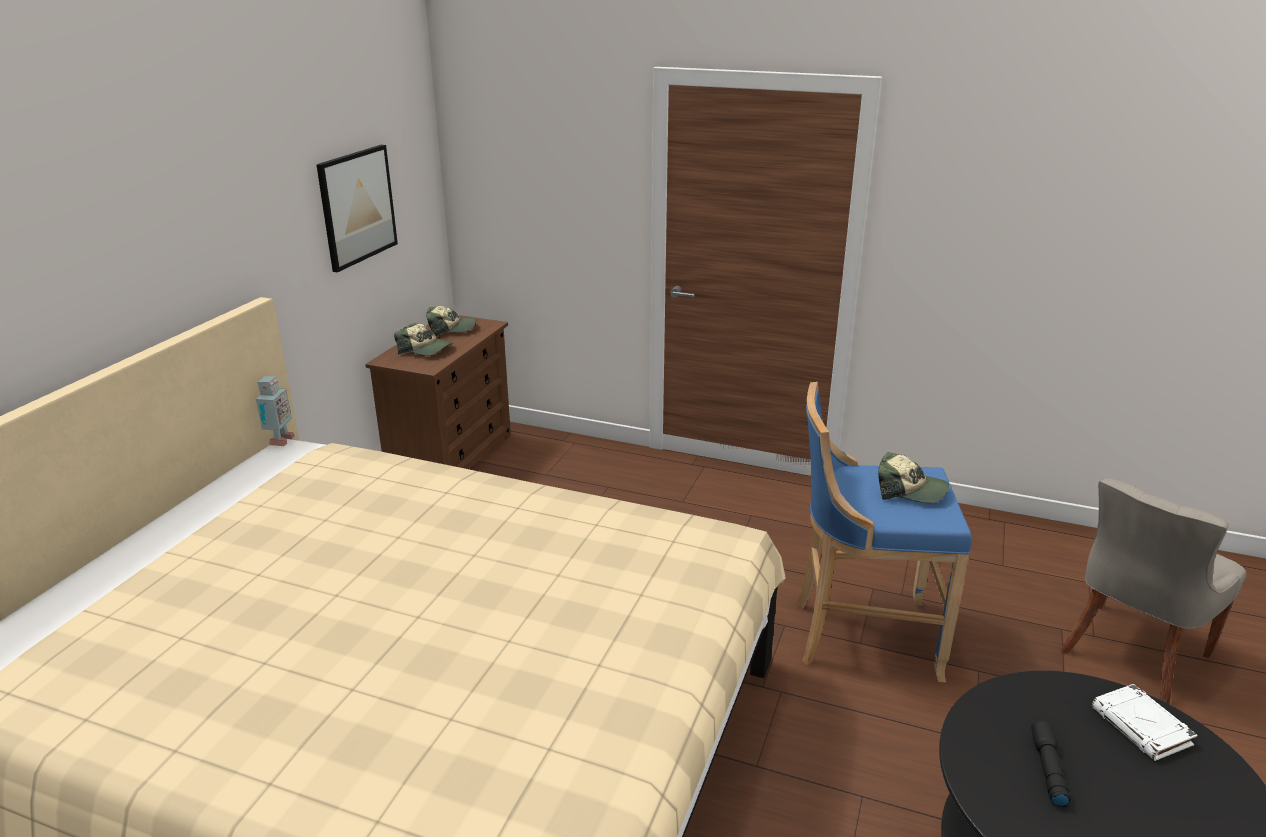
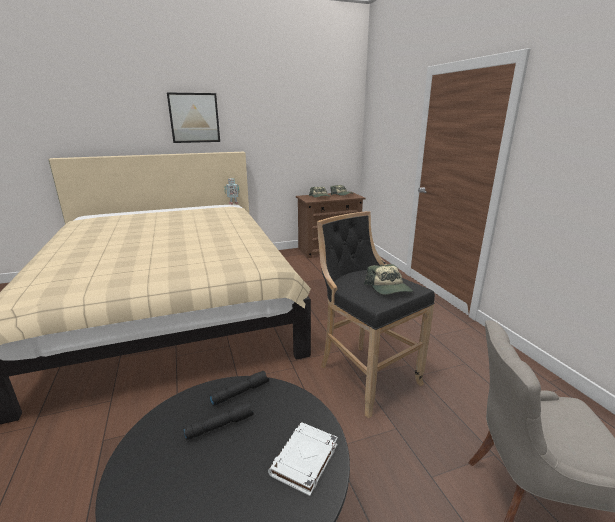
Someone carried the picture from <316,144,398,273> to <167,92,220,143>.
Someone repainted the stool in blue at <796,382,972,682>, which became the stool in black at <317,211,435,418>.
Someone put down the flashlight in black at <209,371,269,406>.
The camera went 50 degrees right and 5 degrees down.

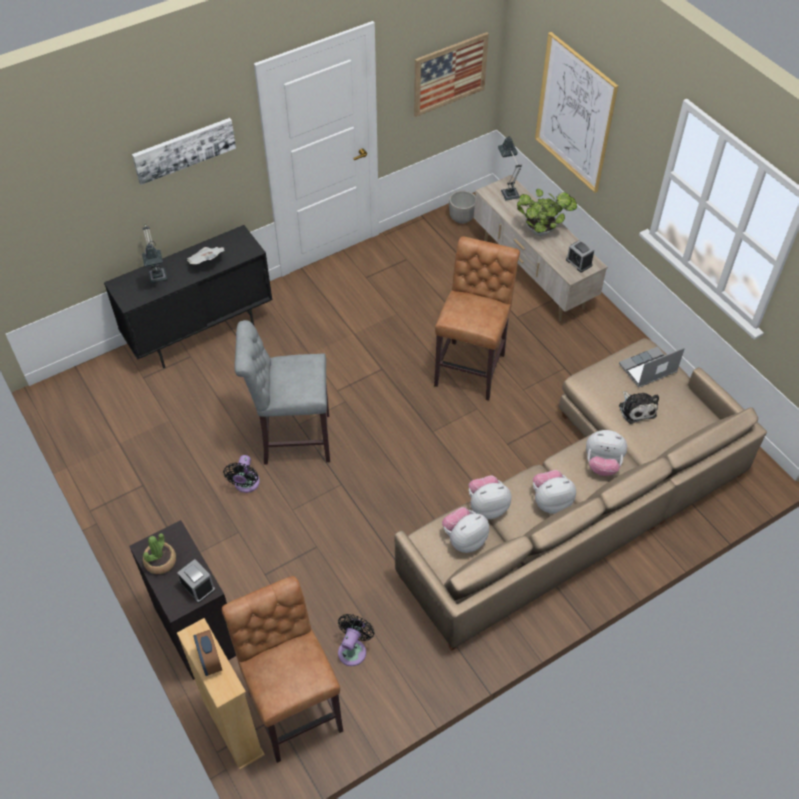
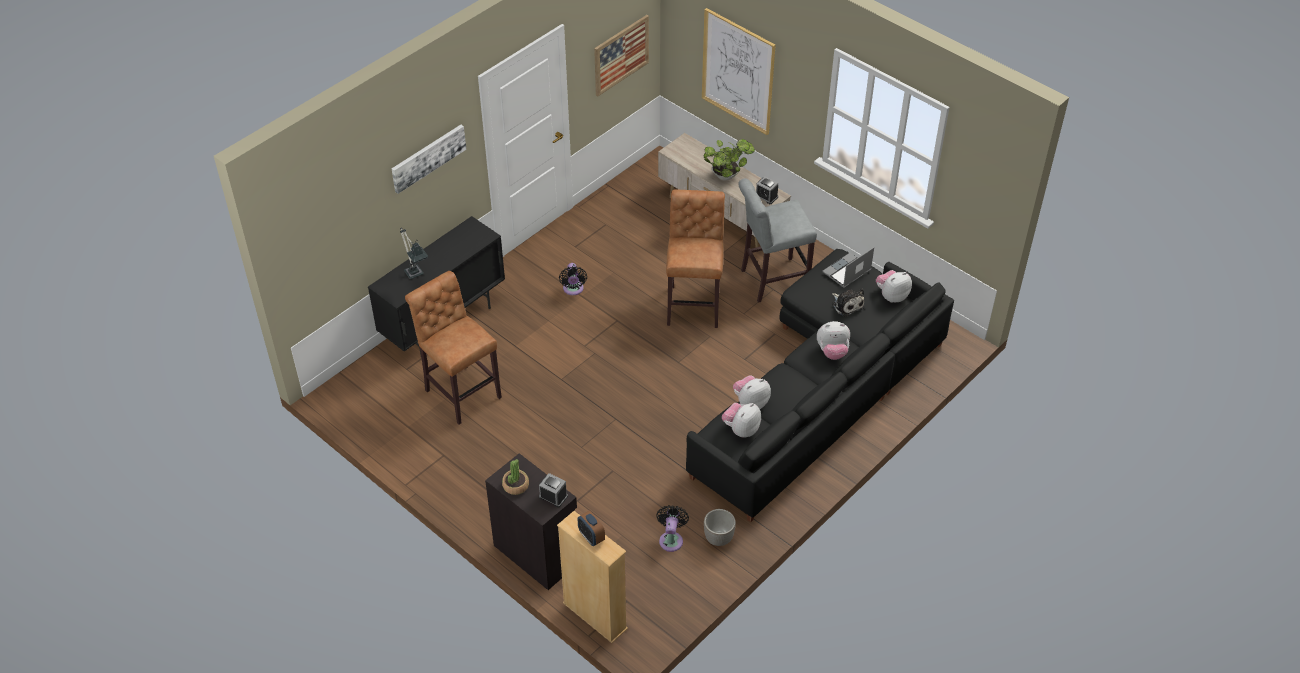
Someone took away the newspaper at <187,247,224,264>.
Someone carried the stool in brown from <222,576,343,763> to <405,271,502,425>.
Someone carried the fan in black from <223,455,260,493> to <559,263,587,295>.
Someone carried the stool in grey from <234,320,330,465> to <739,178,817,303>.
Someone repainted the sofa in beige at <394,338,767,650>, which became the sofa in black at <686,249,954,523>.
Someone carried the planter from <449,190,475,224> to <704,509,736,546>.
Someone took away the table lamp at <498,137,522,200>.
Someone carried the plush toy from <533,470,576,514> to <876,270,912,303>.
The camera went 15 degrees left and 5 degrees down.

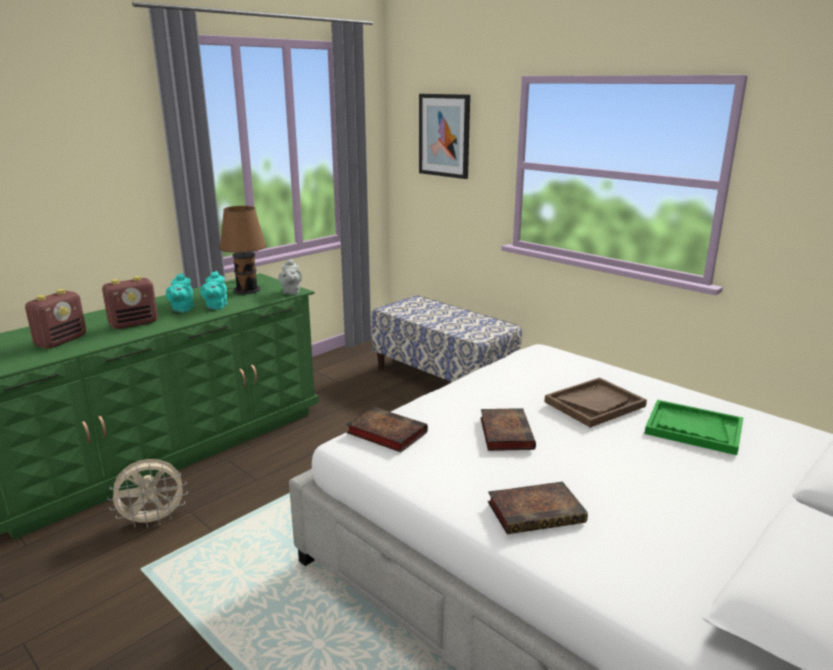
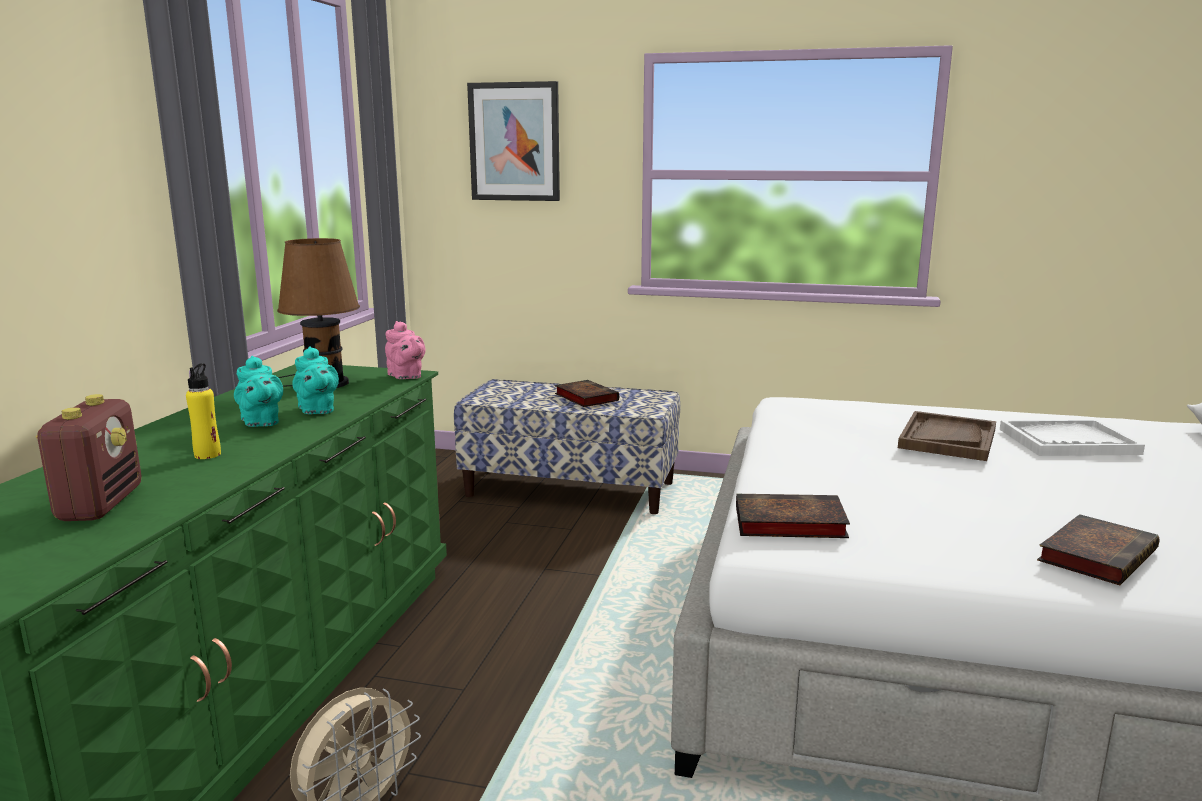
Someone swapped the radio at <102,276,158,329> for the bottle in yellow at <186,363,221,459>.
Someone repainted the teapot in grey at <278,258,302,295>, which became the teapot in pink at <385,321,425,379>.
Someone carried the book from <480,408,536,451> to <555,380,619,407>.
Someone repainted the tray in green at <644,400,743,455>, which became the tray in white at <1000,420,1145,456>.
The camera went 30 degrees left and 5 degrees down.

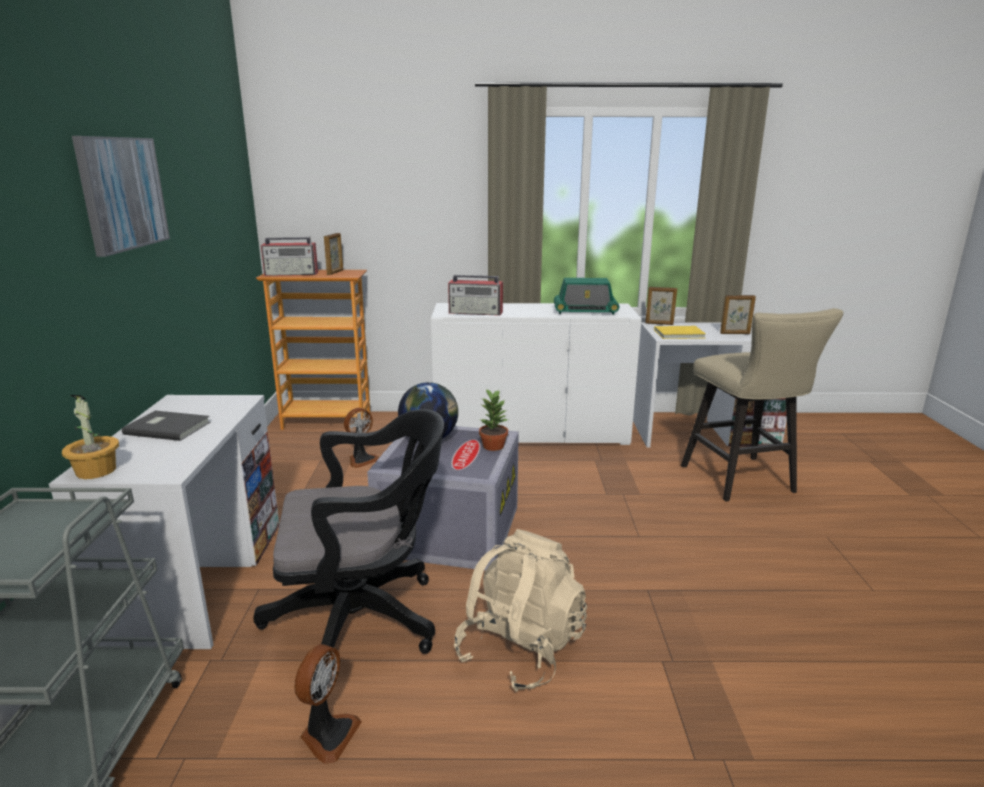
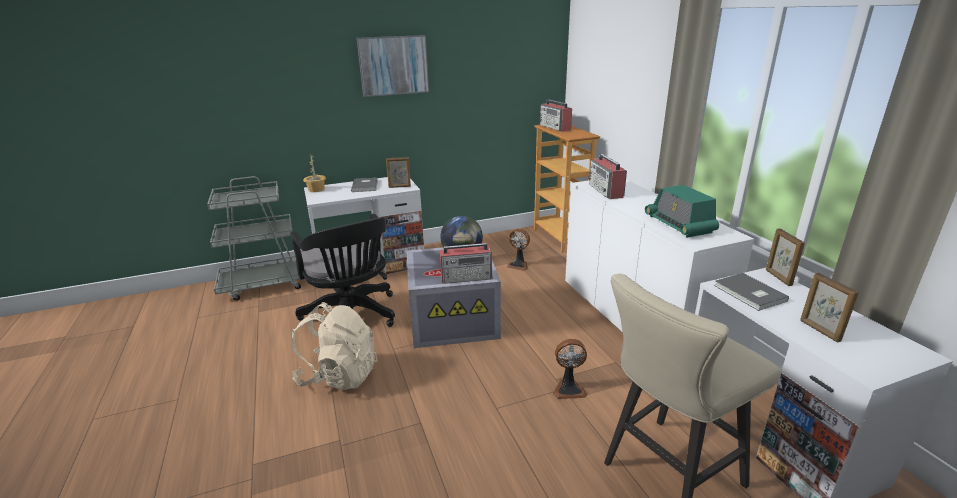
Someone carried the fan from <294,644,362,764> to <553,339,587,399>.
Someone carried the picture frame from <324,233,343,275> to <386,157,411,188>.
Someone swapped the potted plant at <479,389,510,451> for the radio at <440,243,492,284>.
Someone repainted the book in yellow at <654,326,706,339>, which became the book in grey at <714,273,789,311>.
The camera went 70 degrees right and 5 degrees up.

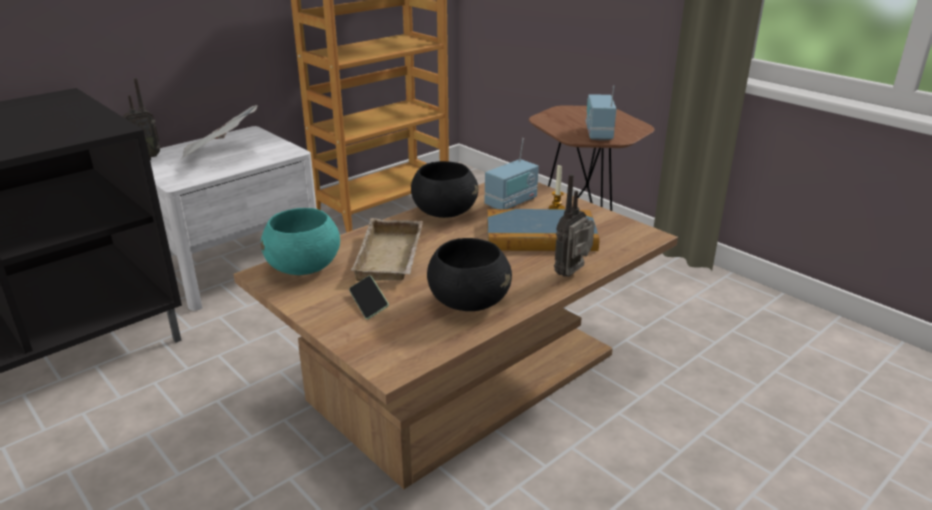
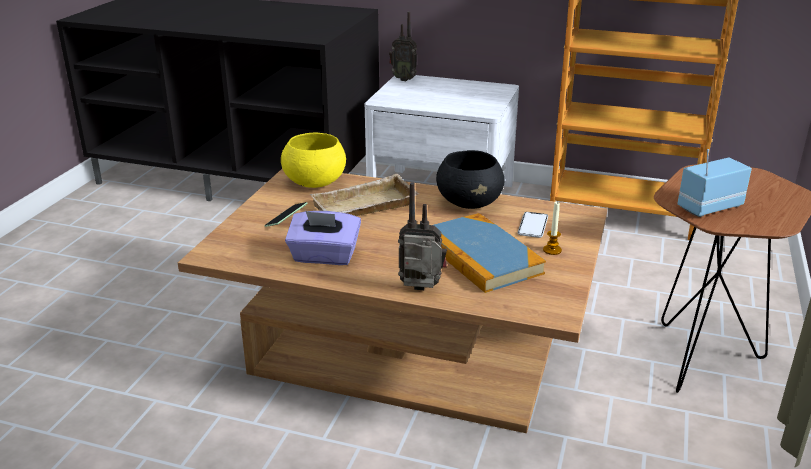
Someone took away the newspaper at <181,105,258,159>.
Someone repainted the bowl in turquoise at <261,208,340,275>, which became the bowl in yellow at <281,132,346,188>.
Someone swapped the bowl in black at <427,238,512,311> for the tissue box in purple at <285,211,361,265>.
Someone swapped the radio at <485,138,539,209> for the phone at <517,212,548,238>.
The camera went 60 degrees right and 0 degrees up.

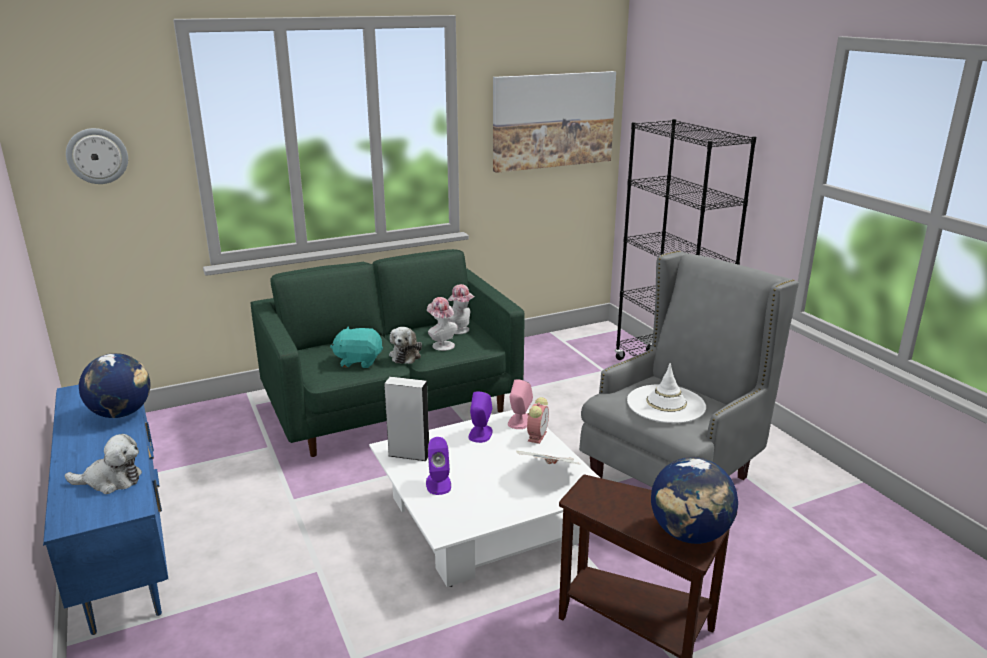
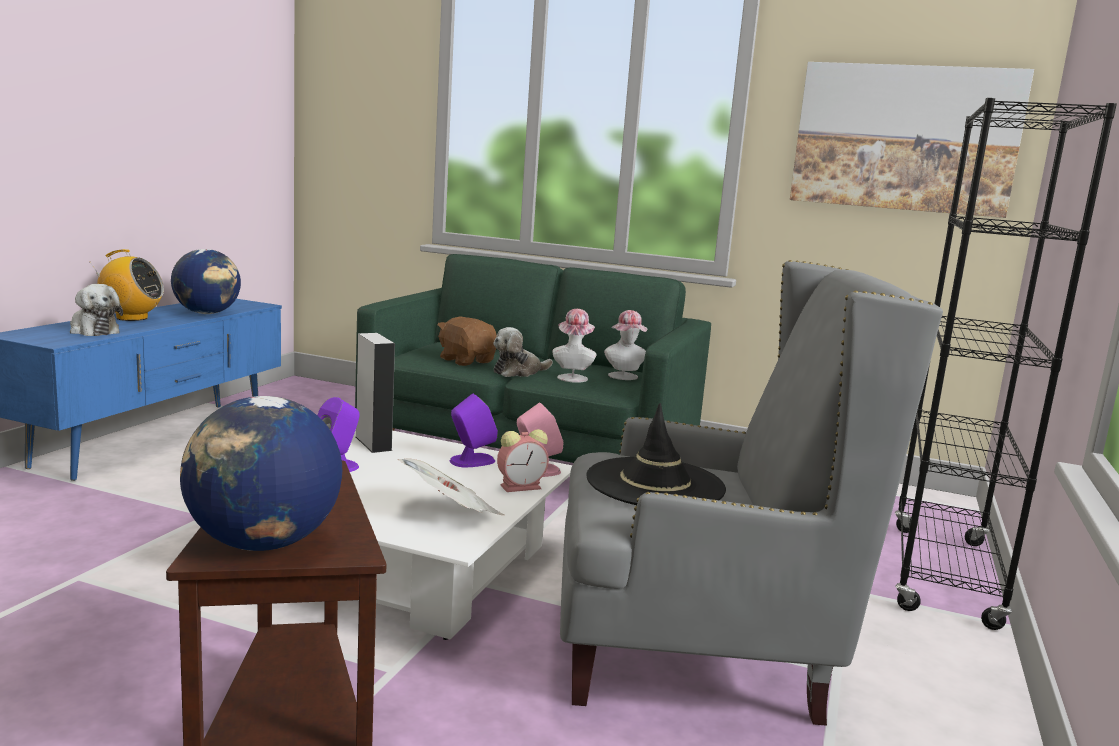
Someone took away the wall clock at <66,128,128,184>.
Someone repainted the plush toy in turquoise at <330,327,383,368>, which became the plush toy in brown at <437,316,497,366>.
Someone repainted the hat in white at <627,363,706,423>, which became the hat in black at <586,403,726,505>.
Someone put down the radio at <90,249,164,321>.
The camera went 45 degrees right and 10 degrees down.

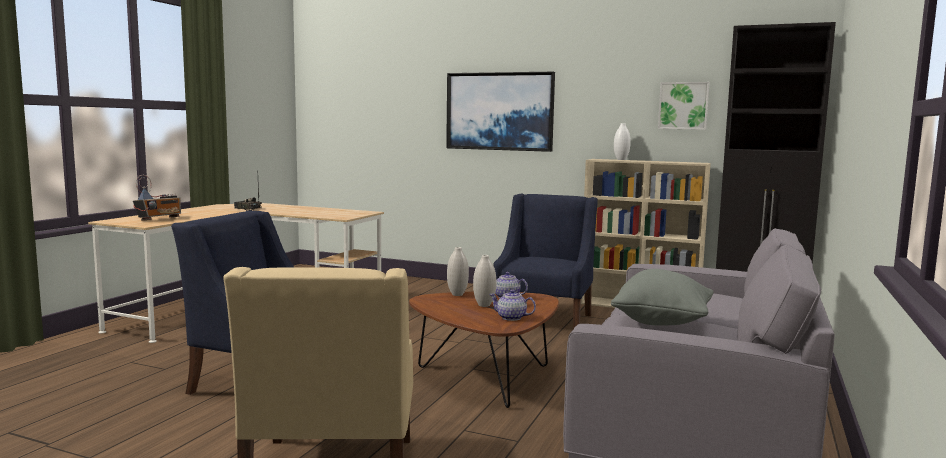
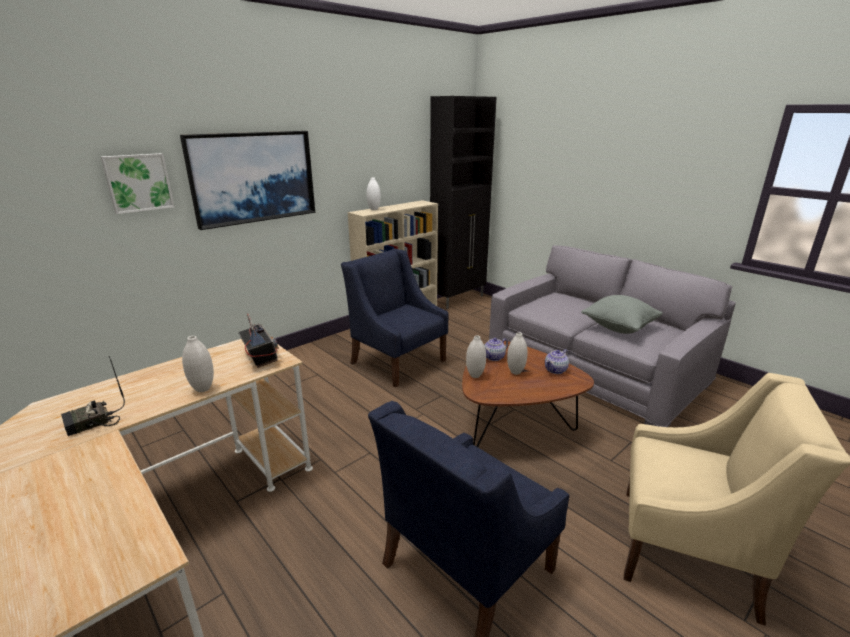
Someone carried the radio from <133,175,181,220> to <238,314,279,368>.
Someone carried the picture from <658,82,710,130> to <101,153,174,214>.
Someone put down the vase in white at <182,336,214,392>.
The camera went 65 degrees left and 15 degrees up.

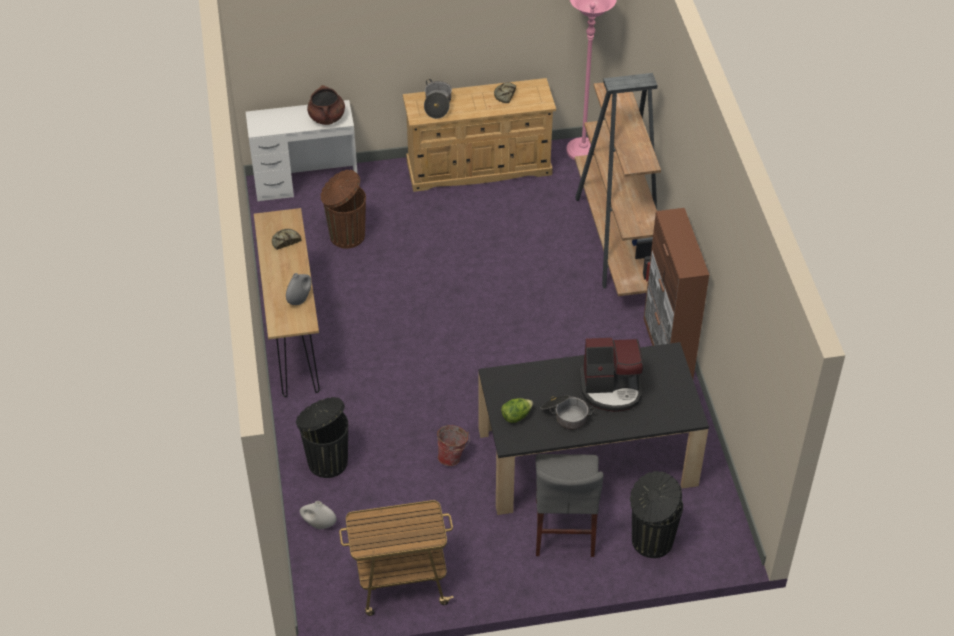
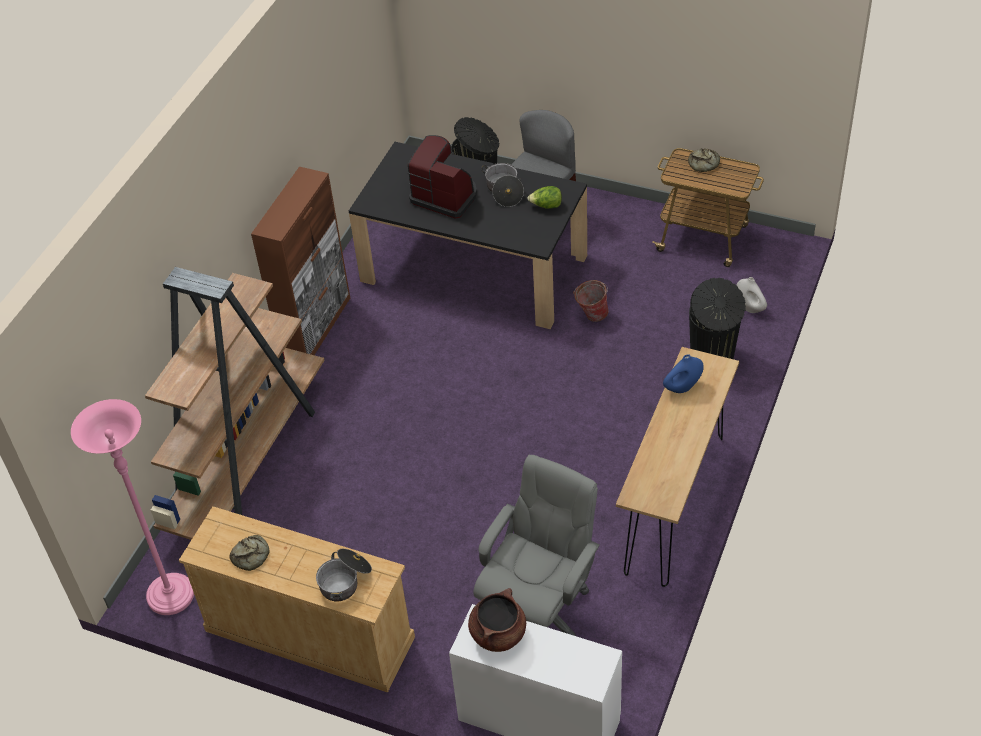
Someone carried the bread from <272,229,302,250> to <688,148,720,172>.
Someone repainted the vase in grey at <286,273,312,305>, which became the vase in blue at <663,354,704,393>.
Someone swapped the trash can in brown at <320,170,366,249> for the office chair in grey at <473,455,600,636>.
The camera went 145 degrees left and 0 degrees up.

